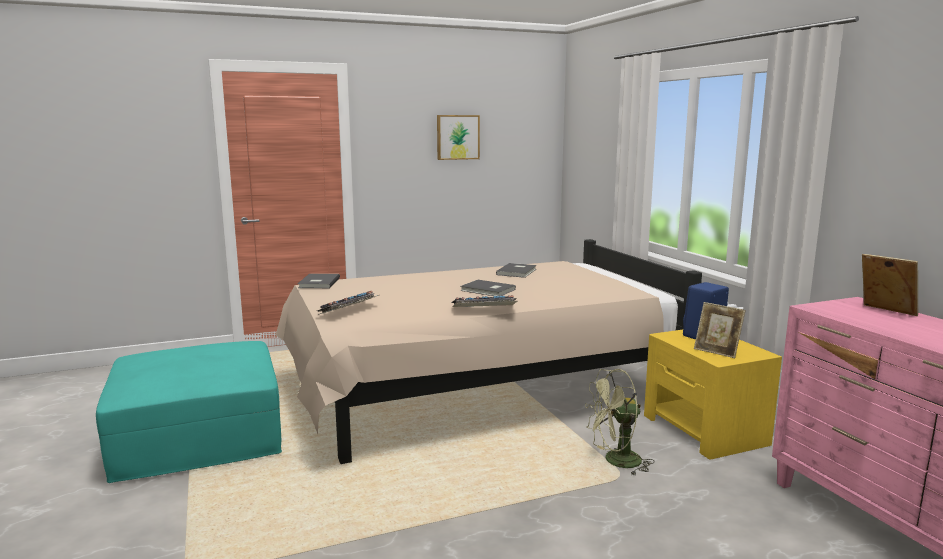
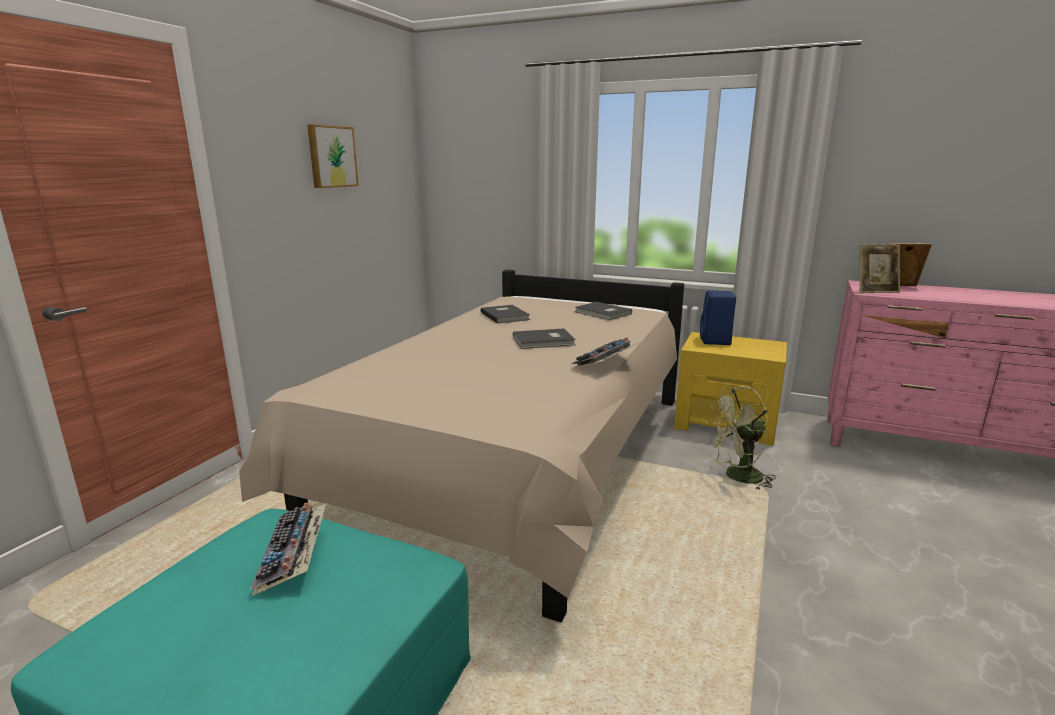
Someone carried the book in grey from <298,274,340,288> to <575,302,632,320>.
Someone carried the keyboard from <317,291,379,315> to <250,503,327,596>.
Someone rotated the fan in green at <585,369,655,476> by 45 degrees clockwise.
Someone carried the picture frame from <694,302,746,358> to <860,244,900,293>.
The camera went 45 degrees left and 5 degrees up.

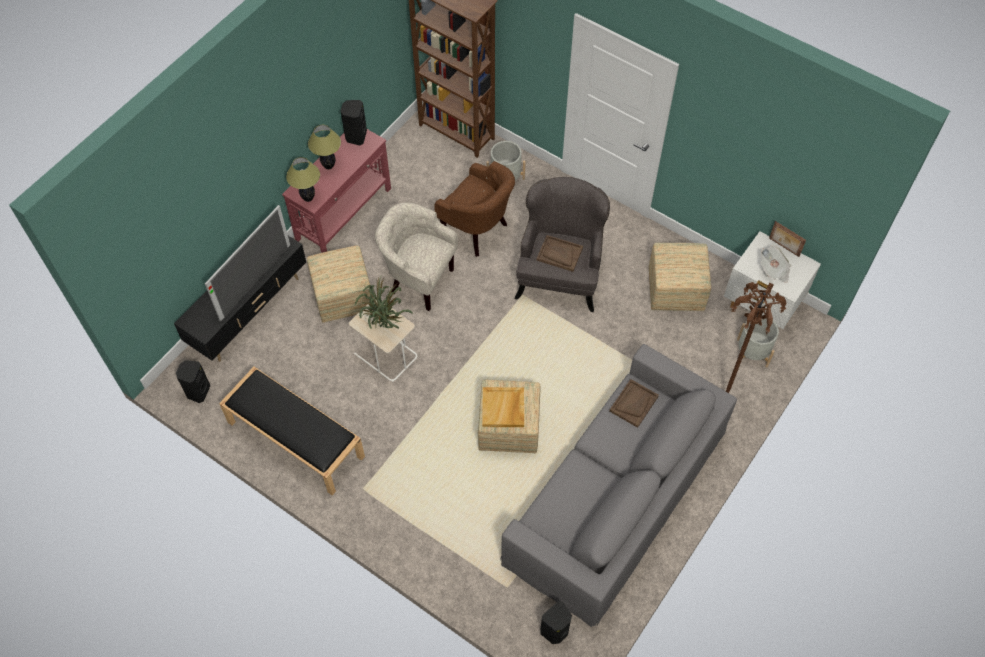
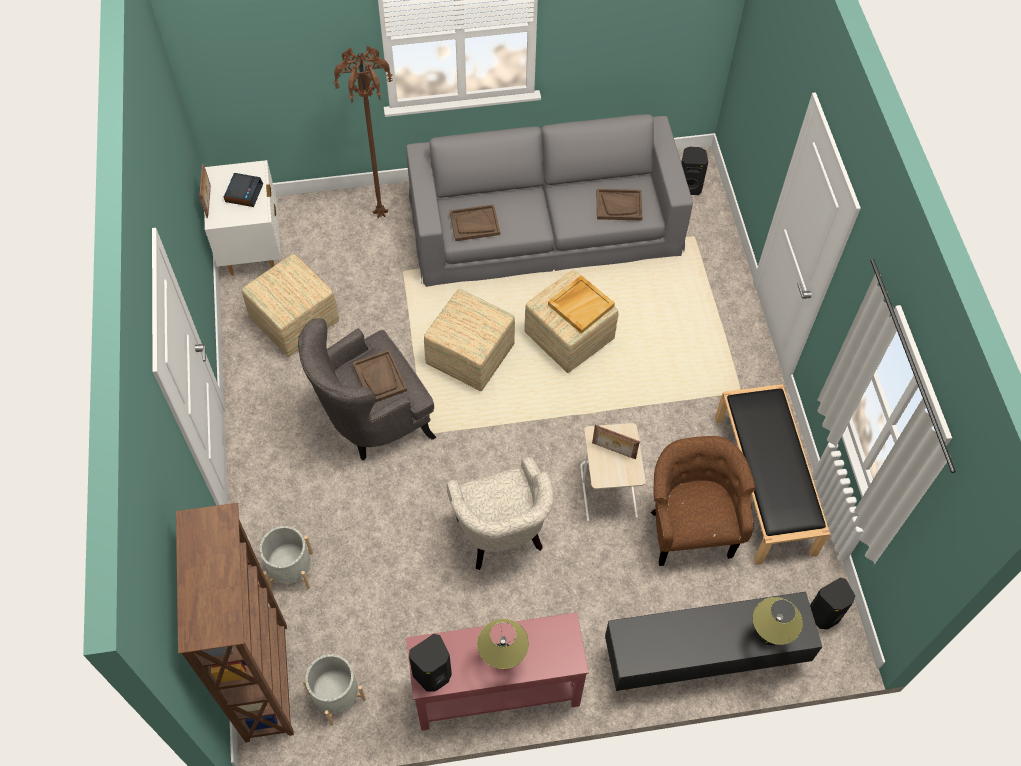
Someone took away the television at <205,205,290,321>.
Someone carried the table lamp from <286,157,320,202> to <753,597,803,645>.
Someone carried the ottoman from <307,246,370,323> to <424,289,515,391>.
Someone swapped the potted plant at <355,274,413,329> for the picture frame at <592,425,640,460>.
Someone carried the armchair in brown from <434,161,515,257> to <651,436,756,566>.
Someone carried the planter in grey from <737,315,779,367> to <302,654,366,726>.
Someone swapped the newspaper at <760,246,791,283> for the alarm clock at <224,173,263,207>.
Someone put down the tray in brown at <597,189,642,220>.
The camera went 135 degrees left and 0 degrees up.

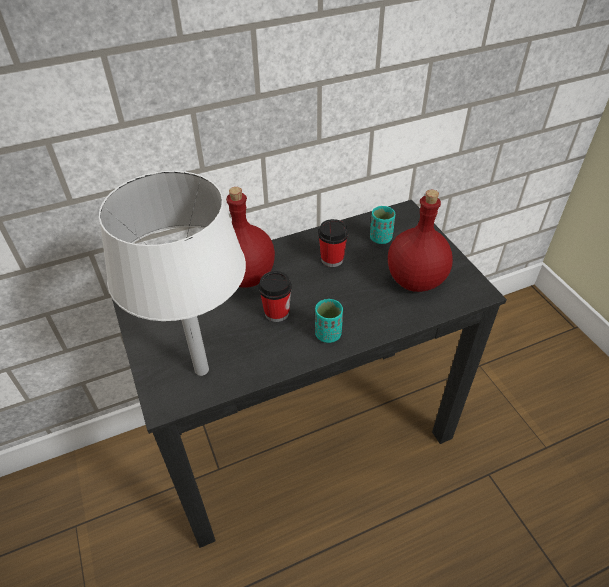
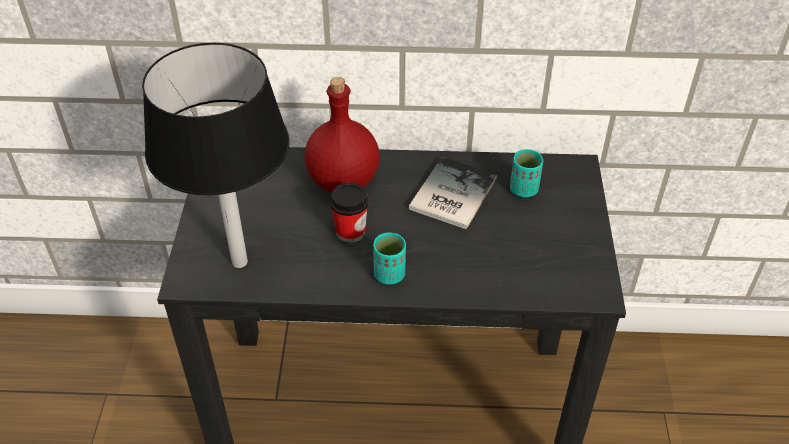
Someone repainted the table lamp in white at <99,171,246,376>, which became the table lamp in black at <142,43,289,268>.
Someone swapped the cup at <318,219,348,267> for the book at <409,157,498,229>.
Someone took away the bottle in red at <388,190,453,292>.
The camera went 25 degrees right and 0 degrees up.

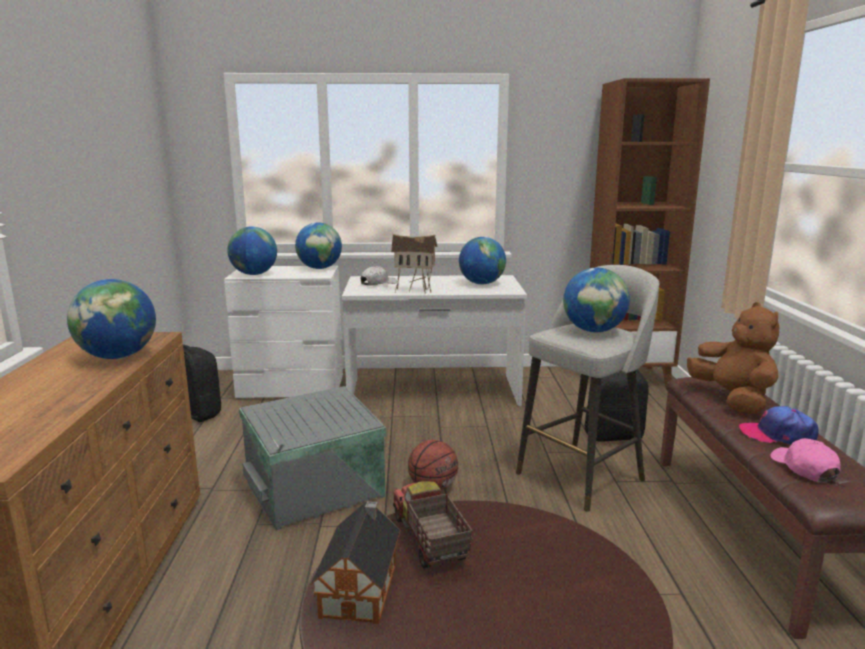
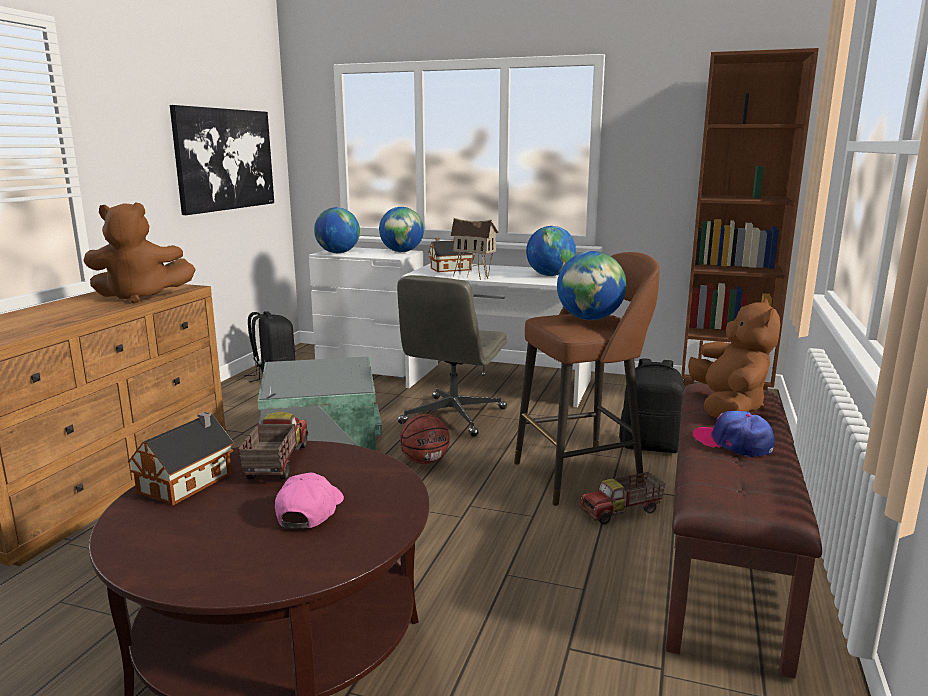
Someone swapped the globe at <67,279,156,359> for the plush toy in brown at <83,202,196,304>.
Someone swapped the cap in white at <361,266,397,286> for the toy house at <428,238,473,272>.
Someone repainted the stool in grey at <516,265,660,512>, which became the stool in brown at <514,252,659,506>.
Someone carried the cap in pink from <770,438,841,482> to <275,473,344,528>.
Someone put up the picture at <170,105,274,215>.
Someone put down the office chair in grey at <397,275,507,437>.
Someone put down the toy truck at <580,472,666,524>.
The camera went 20 degrees right and 0 degrees up.

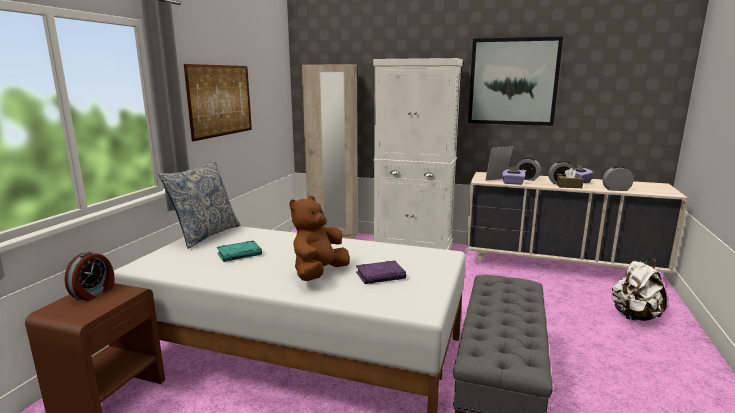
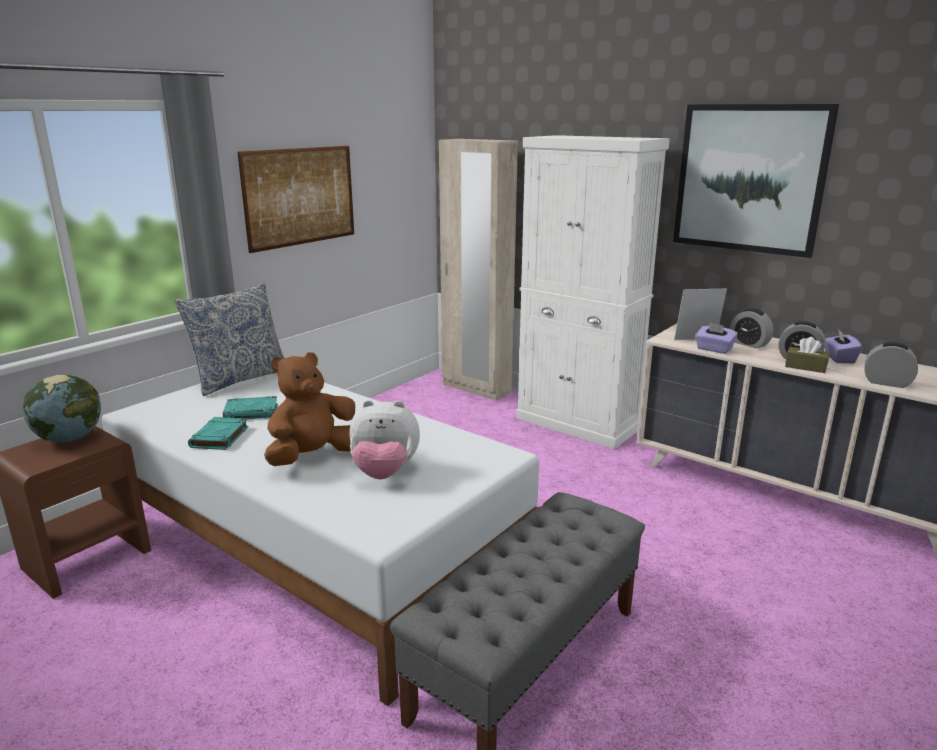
Someone swapped the alarm clock at <64,251,115,301> for the globe at <23,375,101,443>.
Someone swapped the book in purple at <356,261,406,284> for the plush toy at <349,400,420,479>.
Someone took away the backpack in white at <611,259,667,321>.
Someone put down the book in turquoise at <188,417,248,450>.
The camera went 20 degrees right and 5 degrees up.

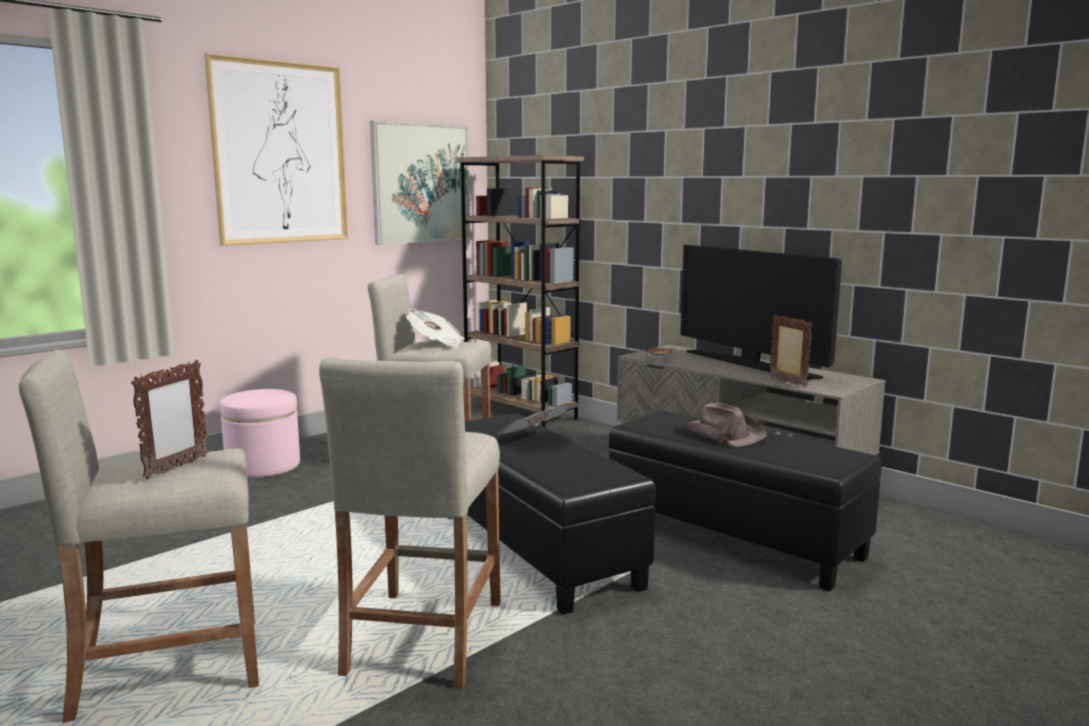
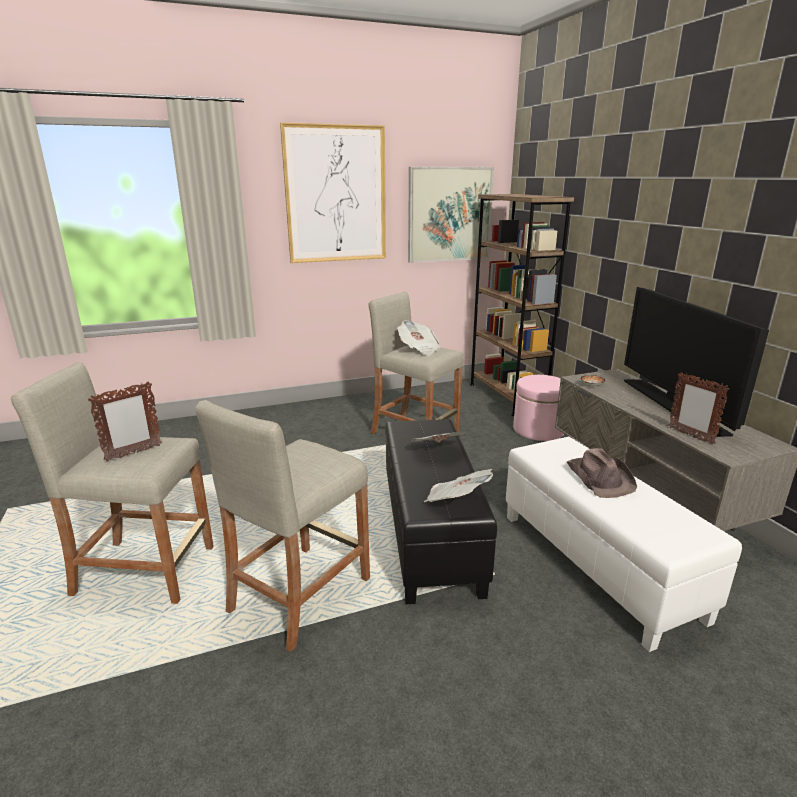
Someone carried the ottoman in pink from <220,389,300,478> to <513,375,564,441>.
Someone repainted the ottoman in black at <609,410,882,591>, which became the ottoman in white at <506,437,742,652>.
Someone rotated the picture frame at <769,314,813,387> by 150 degrees clockwise.
Someone put down the newspaper at <424,469,493,502>.
The camera went 25 degrees right and 10 degrees up.

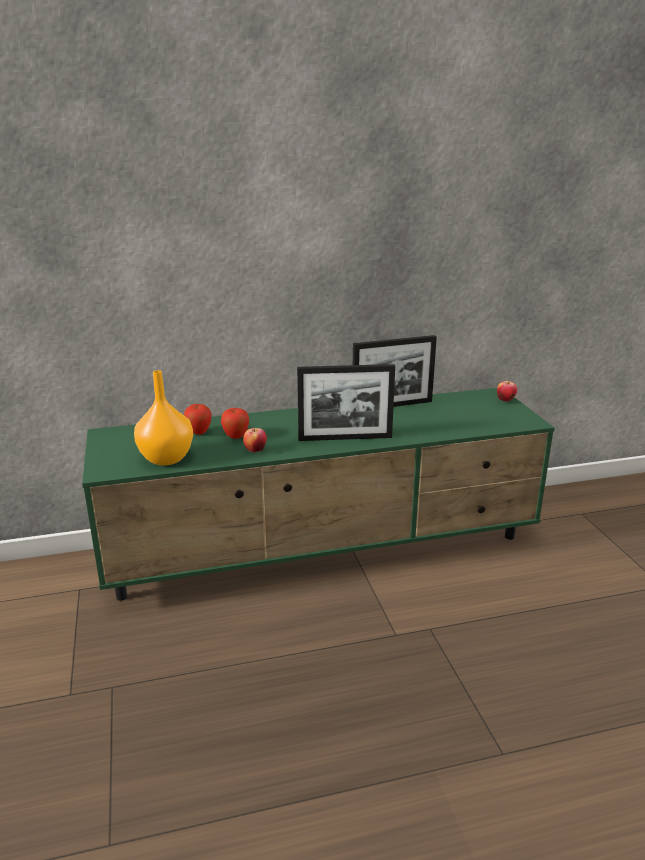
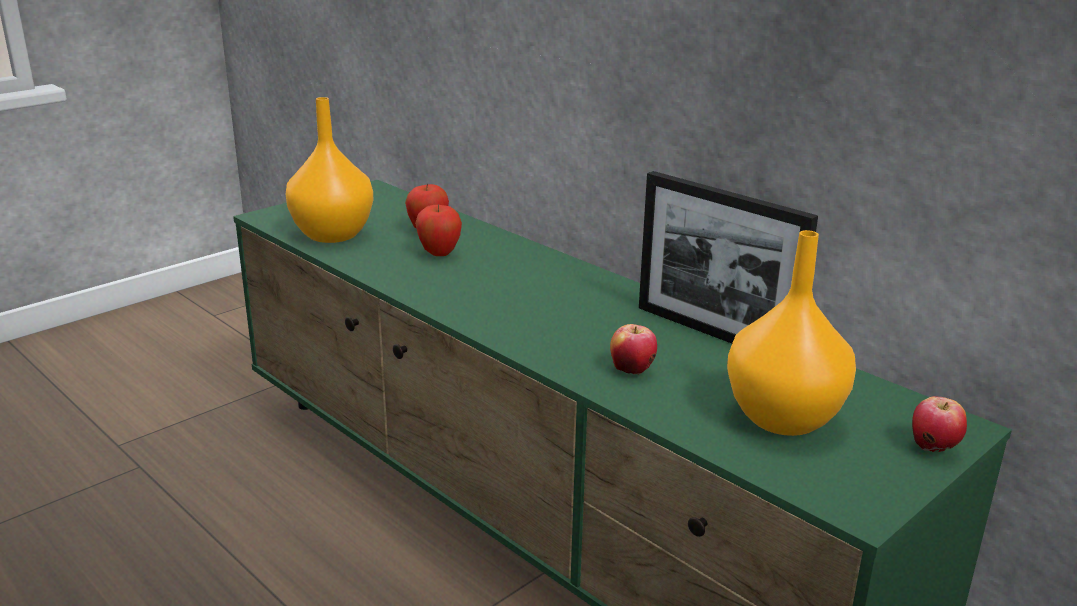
Someone carried the apple from <243,428,267,452> to <610,324,657,375>.
Someone took away the picture frame at <297,364,395,441>.
Someone put down the vase in orange at <727,230,856,436>.
The camera went 60 degrees right and 0 degrees up.

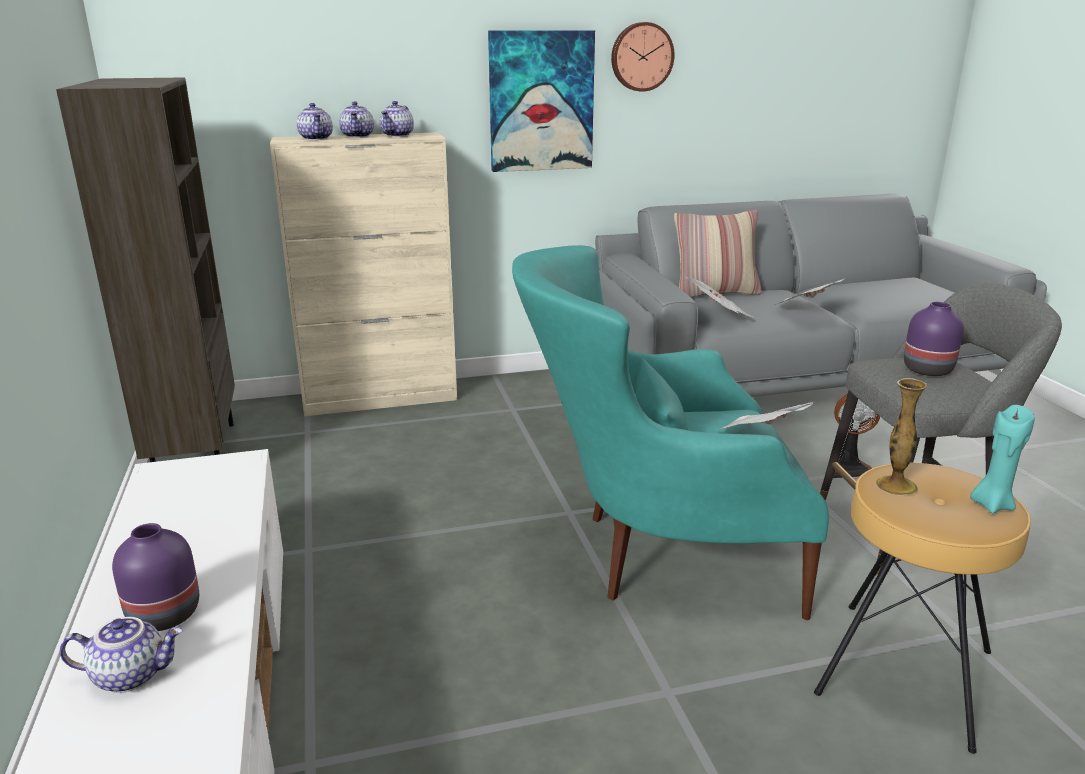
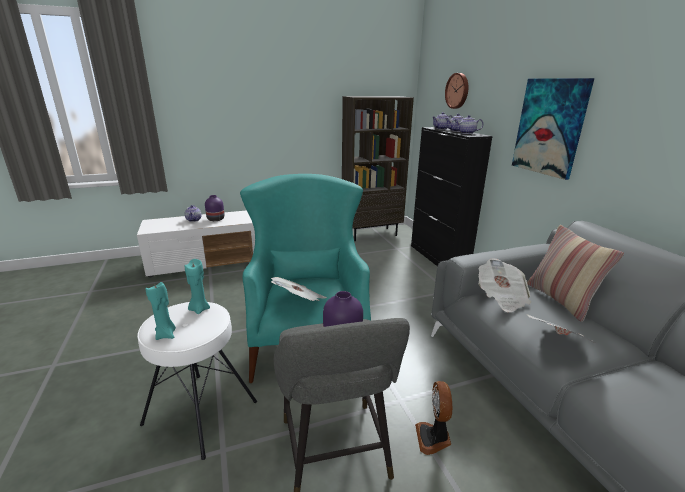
Someone repainted the cabinet in beige at <270,132,457,416>, which became the cabinet in black at <411,127,493,266>.
Someone carried the wall clock from <611,22,675,92> to <445,73,468,109>.
Someone repainted the stool in brown at <814,463,1031,754>, which became the stool in white at <137,302,257,460>.
Someone swapped the vase at <876,378,927,496> for the candle in turquoise at <185,259,210,314>.
The camera went 85 degrees right and 0 degrees up.

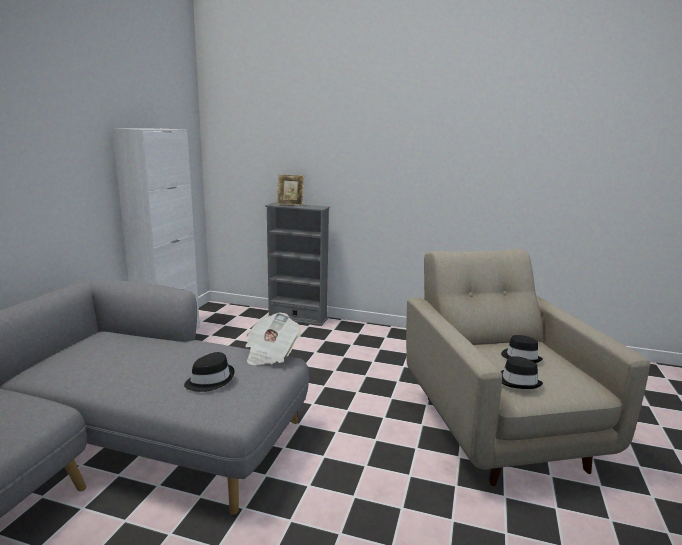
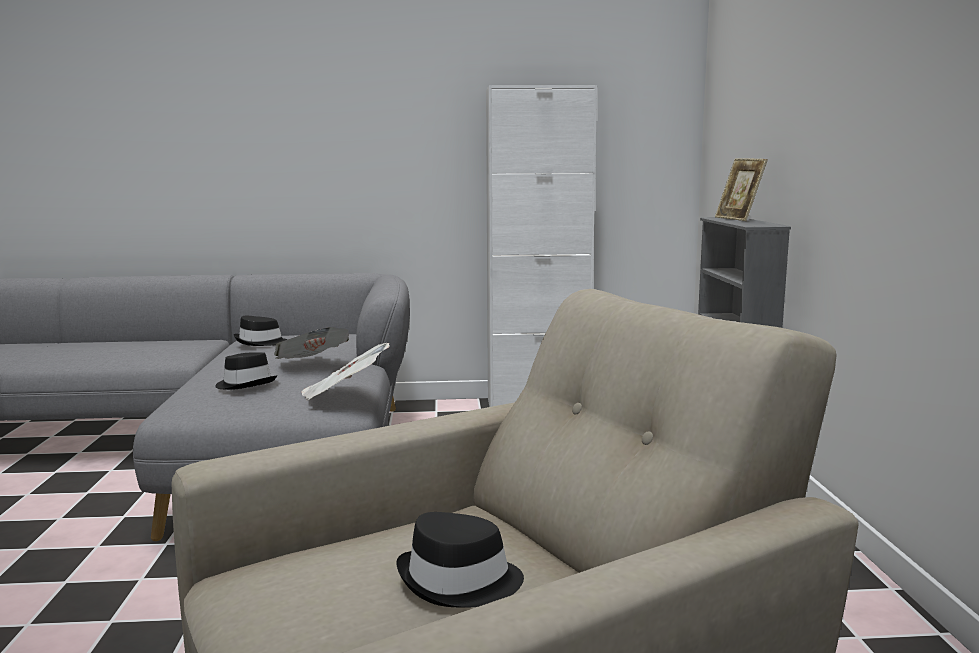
Someone carried the hat in black from <501,356,543,389> to <234,316,288,346>.
Someone put down the newspaper at <274,327,349,359>.
The camera went 70 degrees right and 5 degrees down.

